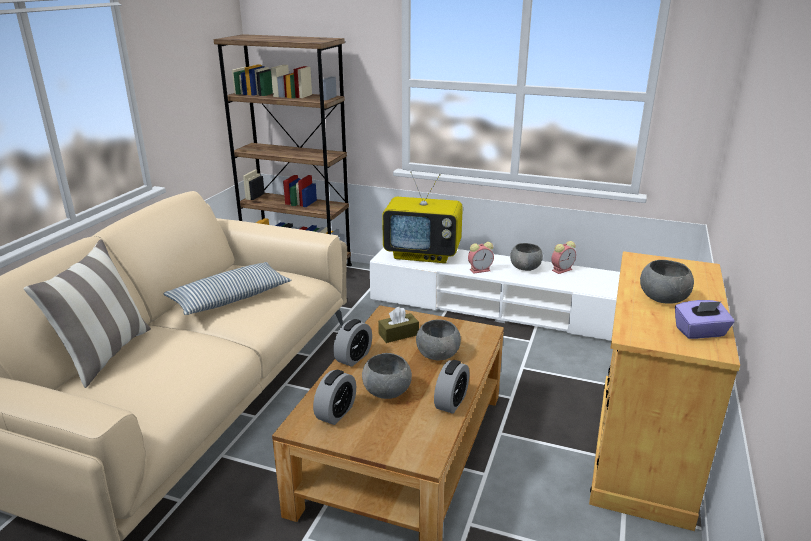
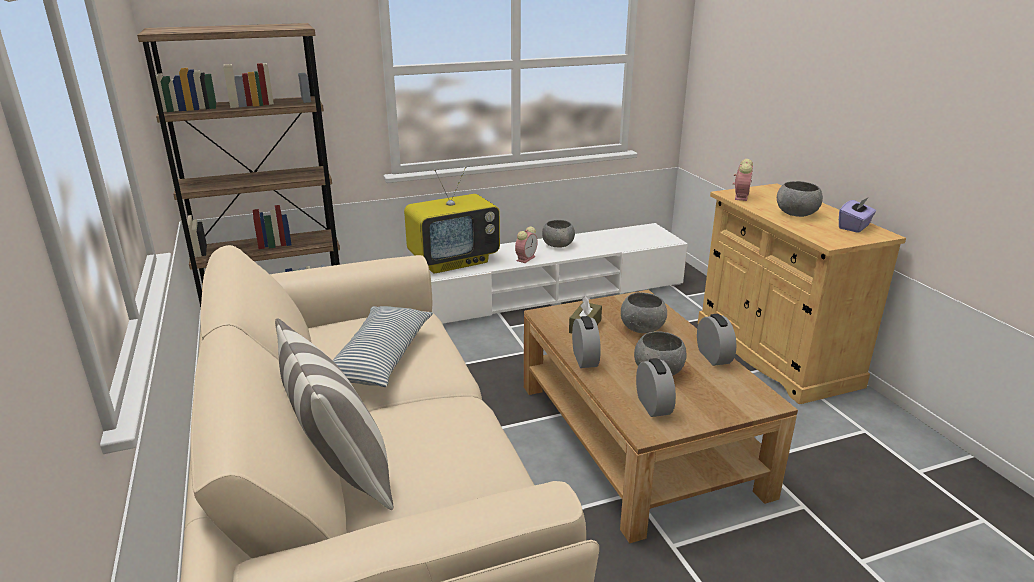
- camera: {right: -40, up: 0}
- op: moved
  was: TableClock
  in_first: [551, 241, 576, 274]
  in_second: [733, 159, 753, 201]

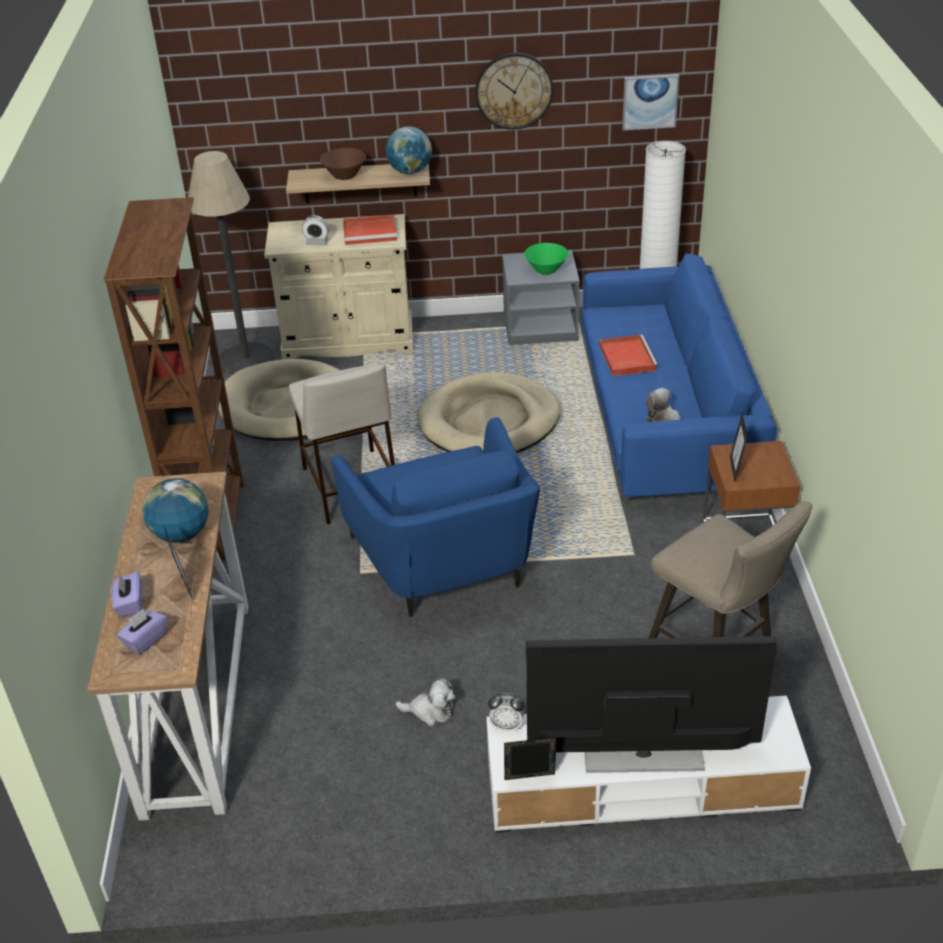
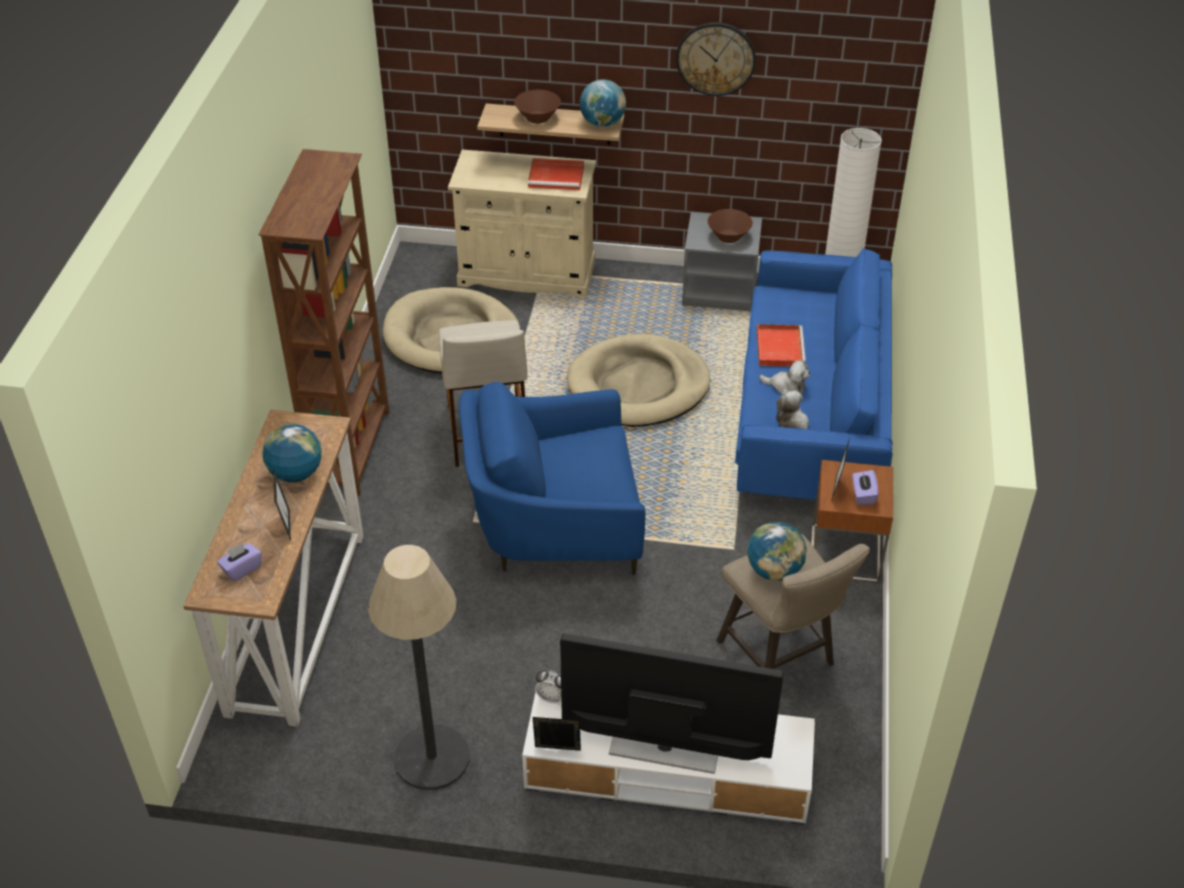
- camera: {right: 10, up: 5}
- op: moved
  was: PurplishTissueBox
  in_first: [112, 571, 142, 617]
  in_second: [852, 470, 879, 505]
- op: moved
  was: StandardLamp
  in_first: [188, 151, 274, 375]
  in_second: [368, 545, 470, 790]
- op: removed
  was: TableClock
  in_first: [302, 215, 329, 245]
- op: turned
  was: BluishEasyChair
  in_first: [331, 417, 540, 617]
  in_second: [459, 382, 646, 575]
  clockwise: 90
- op: moved
  was: PlushToy
  in_first: [395, 678, 455, 726]
  in_second: [759, 360, 810, 394]
- op: recoloured
  was: GreenColouredBowl
  now: BrownColouredBowl
  in_first: [524, 243, 569, 275]
  in_second: [707, 209, 753, 243]
- op: removed
  was: WallPicture
  in_first: [622, 74, 679, 131]
- op: added
  now: DeskGlobe
  in_second: [747, 522, 807, 581]

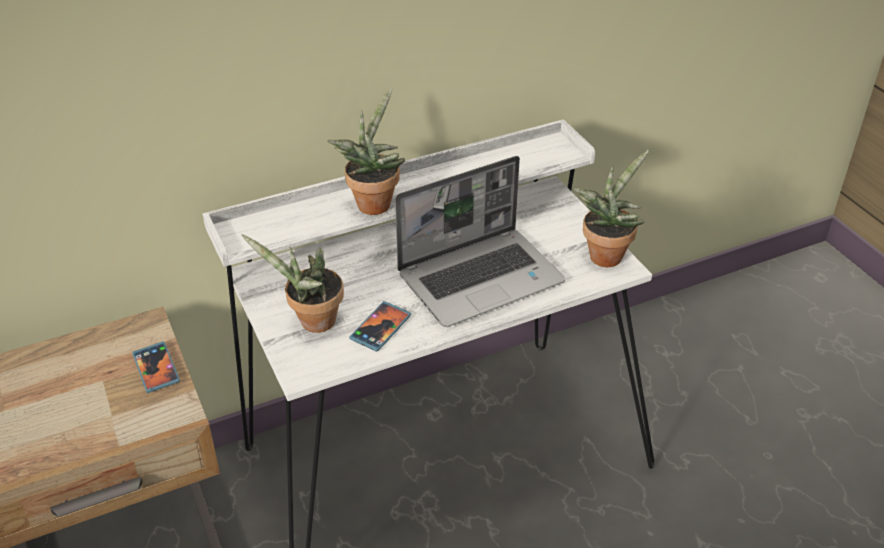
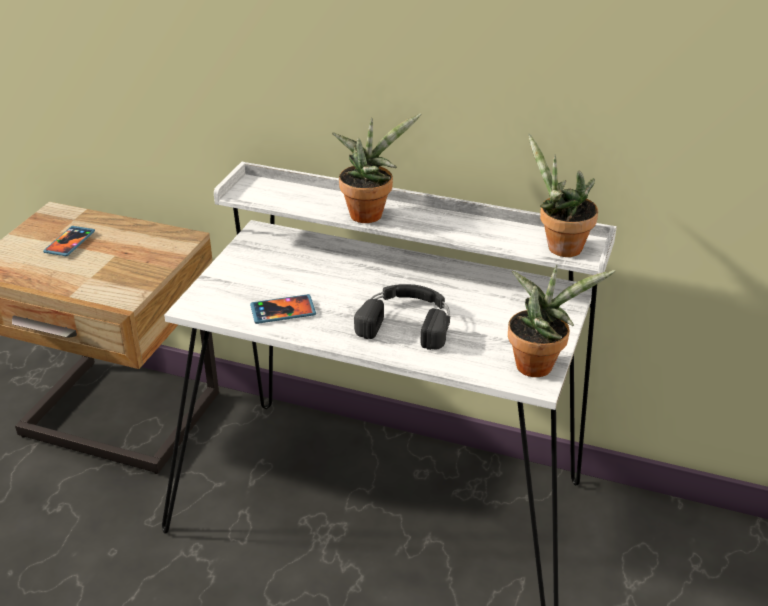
- camera: {right: 45, up: -5}
- op: moved
  was: Phone
  in_first: [132, 341, 180, 393]
  in_second: [43, 226, 95, 256]
- op: moved
  was: PlantInAPot
  in_first: [242, 234, 344, 333]
  in_second: [528, 133, 598, 257]
- op: replaced
  was: Laptop
  now: BlackPairOfHeadphones
  in_first: [395, 156, 565, 327]
  in_second: [354, 284, 450, 350]

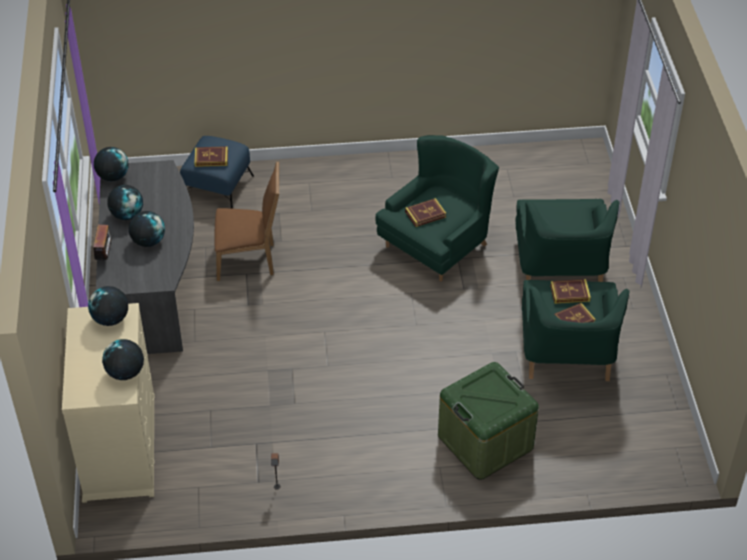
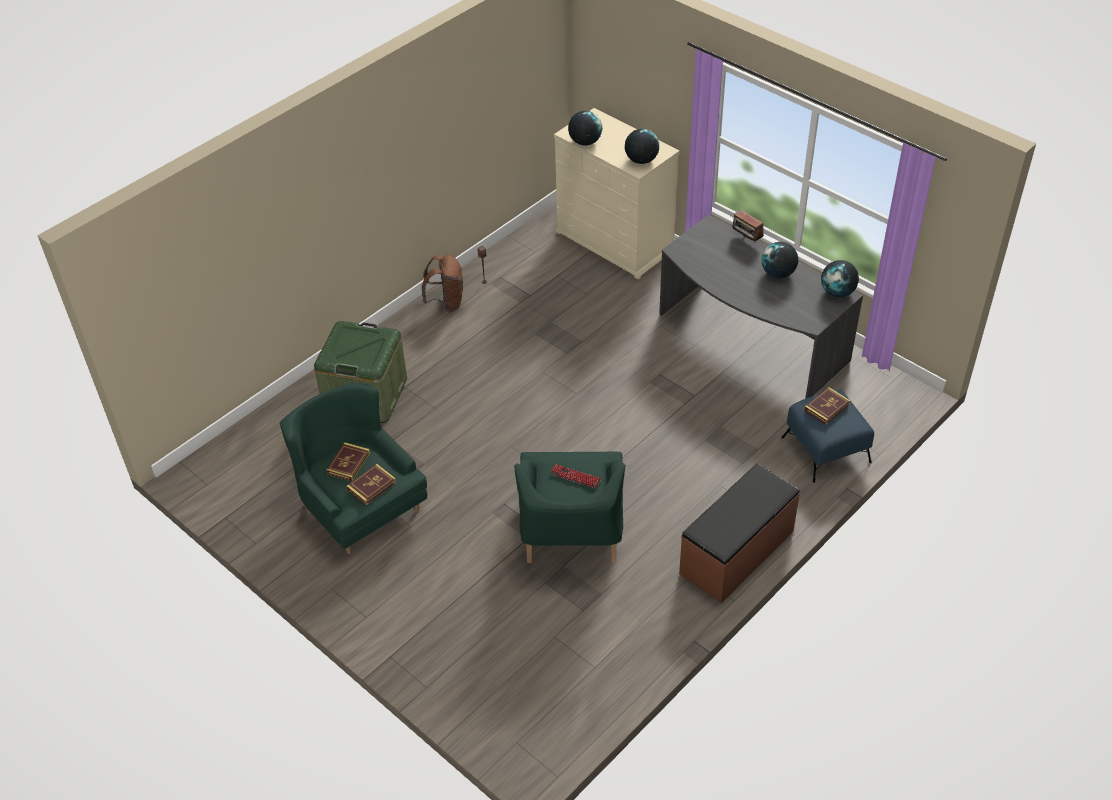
- camera: {right: 140, up: 0}
- op: removed
  was: DeskGlobe
  in_first: [129, 211, 165, 247]
- op: removed
  was: BrownColouredPlainChair
  in_first: [214, 161, 279, 281]
- op: replaced
  was: BoundBook
  now: ComputerKeyboard
  in_first: [405, 198, 446, 227]
  in_second: [549, 464, 601, 489]
- op: removed
  was: GreenColouredEasyChair
  in_first: [516, 199, 620, 282]
- op: added
  now: BrownColouredRucksack
  in_second: [422, 254, 463, 313]
- op: added
  now: BrownColouredLongSeat
  in_second: [679, 464, 800, 603]

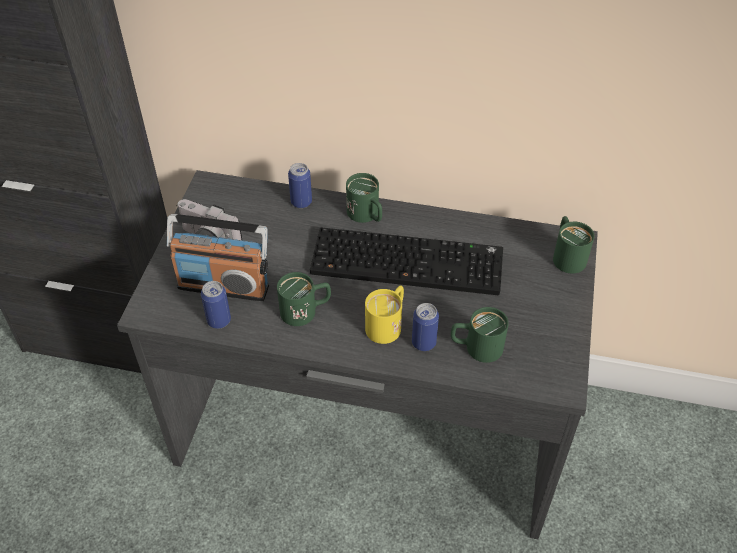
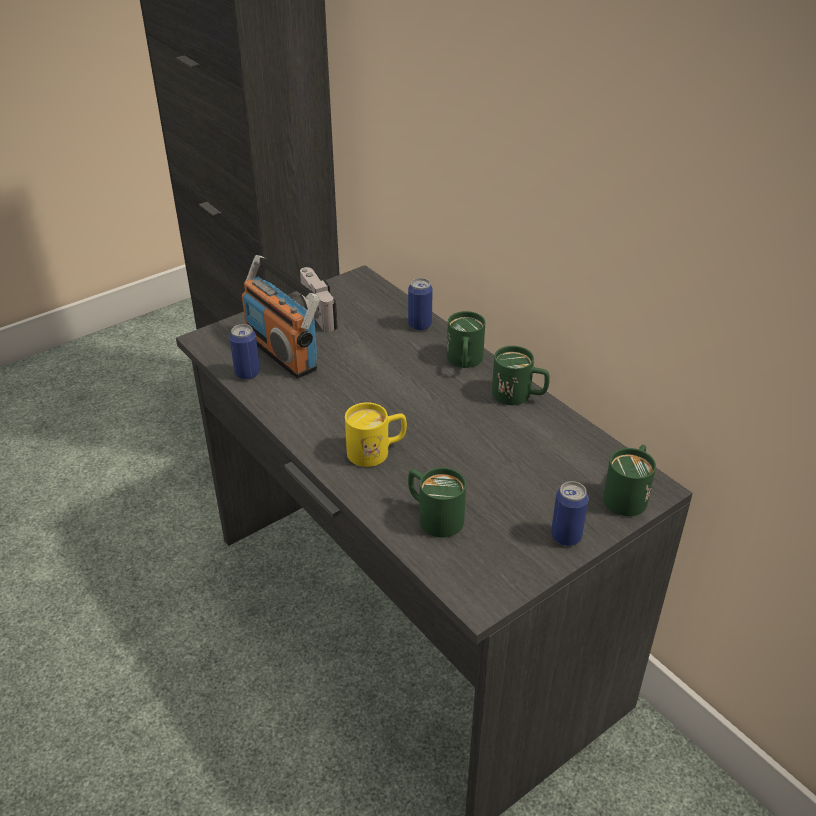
- camera: {right: 40, up: -10}
- op: moved
  was: GreenColouredTeaMug
  in_first: [277, 272, 331, 326]
  in_second: [492, 346, 550, 405]
- op: removed
  was: ComputerKeyboard
  in_first: [310, 227, 503, 295]
- op: moved
  was: MetalCan
  in_first: [412, 303, 439, 351]
  in_second: [551, 481, 589, 546]

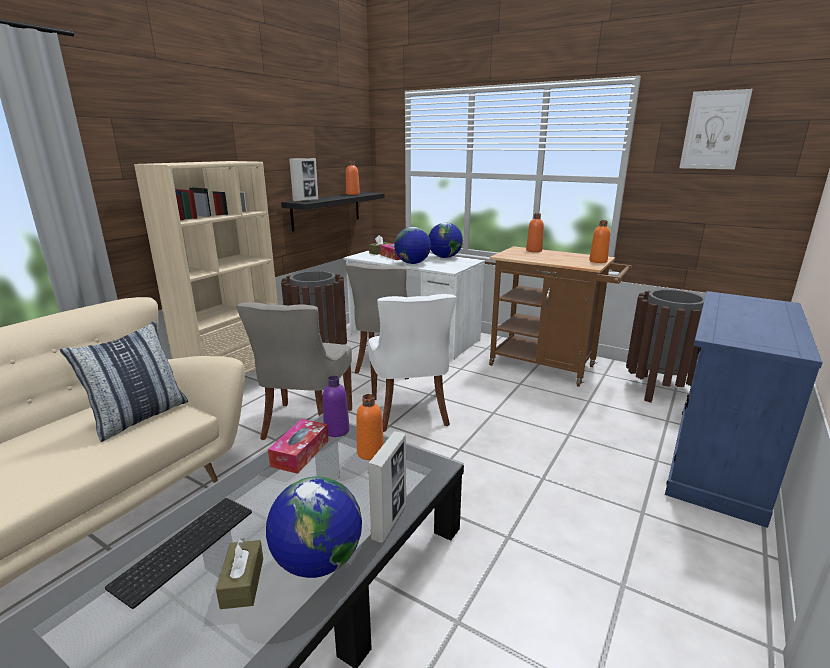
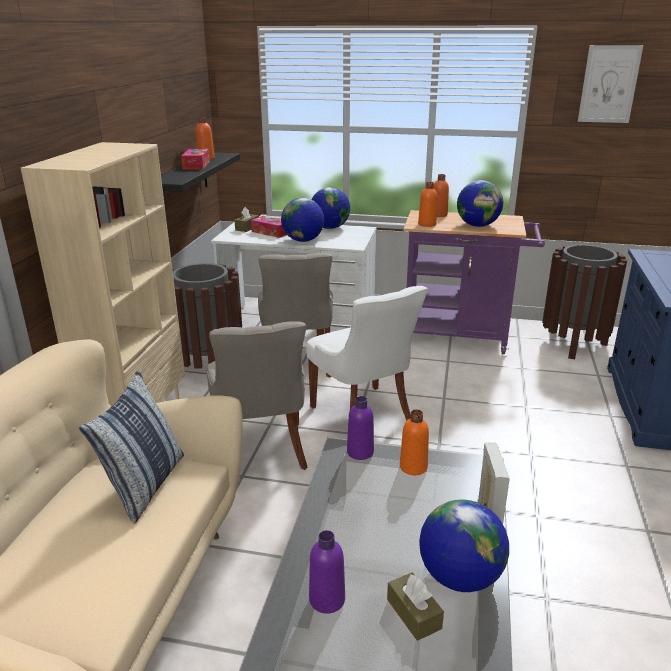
- camera: {right: -20, up: 5}
- op: replaced
  was: ComputerKeyboard
  now: PurplishBottle
  in_first: [105, 498, 252, 609]
  in_second: [309, 530, 345, 614]
- op: moved
  was: TissueBox
  in_first: [268, 419, 329, 474]
  in_second: [181, 149, 210, 169]
- op: removed
  was: PictureFrame
  in_first: [289, 158, 318, 202]
- op: recoloured
  was: BrownColouredTrolley
  now: PurplishTrolley
  in_first: [489, 246, 632, 387]
  in_second: [403, 210, 545, 354]
- op: moved
  was: OrangeColouredBottle
  in_first: [589, 220, 610, 263]
  in_second: [418, 182, 437, 227]
- op: added
  now: DeskGlobe
  in_second: [457, 180, 503, 227]

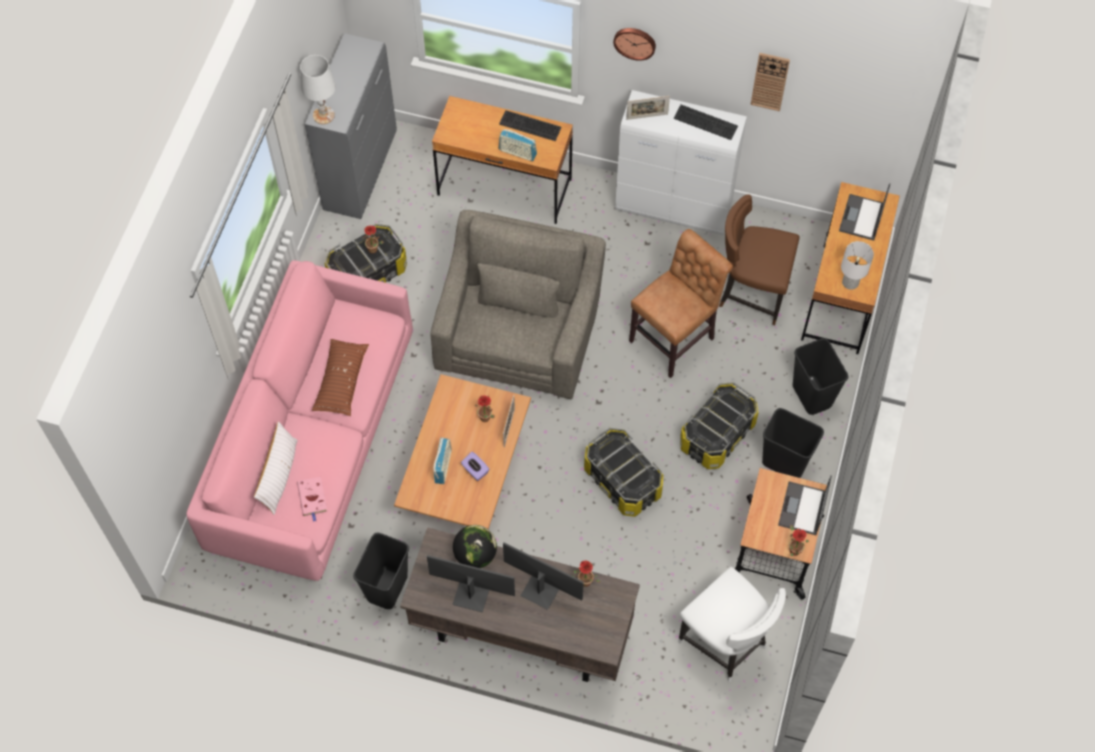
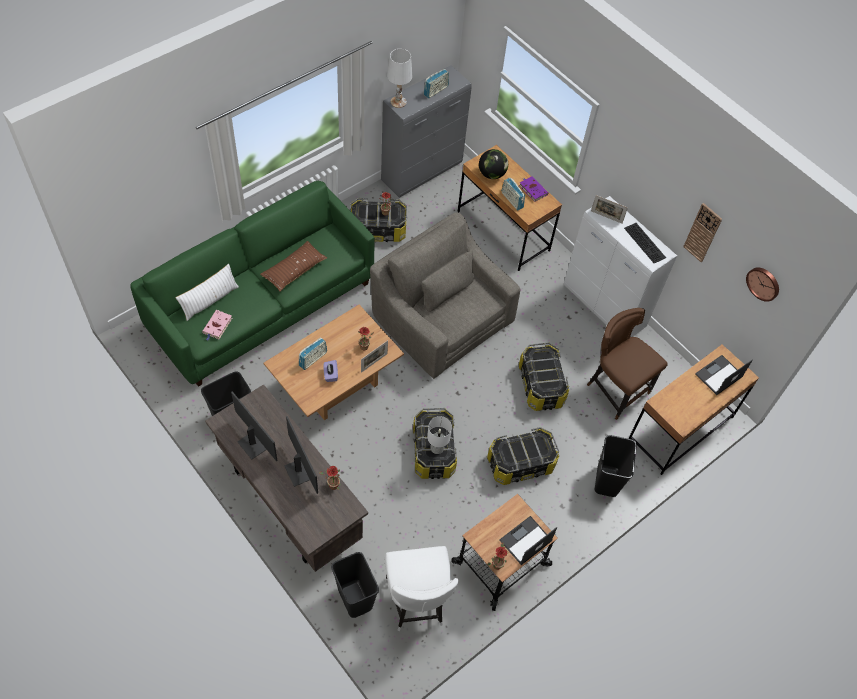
- camera: {right: 30, up: -5}
- op: recoloured
  was: PinkishSettee
  now: GreenColouredSettee
  in_first: [187, 260, 413, 581]
  in_second: [130, 181, 374, 387]
- op: turned
  was: GreyEasyChair
  in_first: [430, 210, 606, 399]
  in_second: [370, 212, 520, 379]
  clockwise: -90
- op: moved
  was: DeskGlobe
  in_first: [453, 525, 497, 568]
  in_second: [479, 149, 508, 179]
- op: replaced
  was: ComputerKeyboard
  now: PurplishBoundBook
  in_first: [499, 110, 562, 141]
  in_second: [519, 176, 548, 202]
- op: moved
  was: ClockOnTheWall
  in_first: [613, 28, 656, 61]
  in_second: [746, 267, 779, 302]
- op: replaced
  was: BrownColouredPlainChair
  now: StorageBox
  in_first: [629, 229, 733, 378]
  in_second: [519, 343, 569, 411]
- op: moved
  was: BlackRubbishBin
  in_first: [762, 408, 824, 478]
  in_second: [331, 552, 379, 618]
- op: moved
  was: WhitishLampForATable
  in_first: [841, 241, 874, 290]
  in_second: [427, 416, 452, 454]
- op: added
  now: RadioReceiver
  in_second: [423, 69, 449, 98]

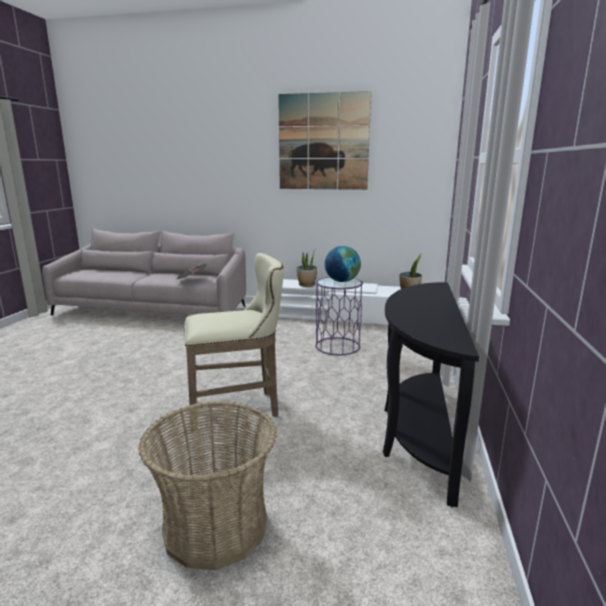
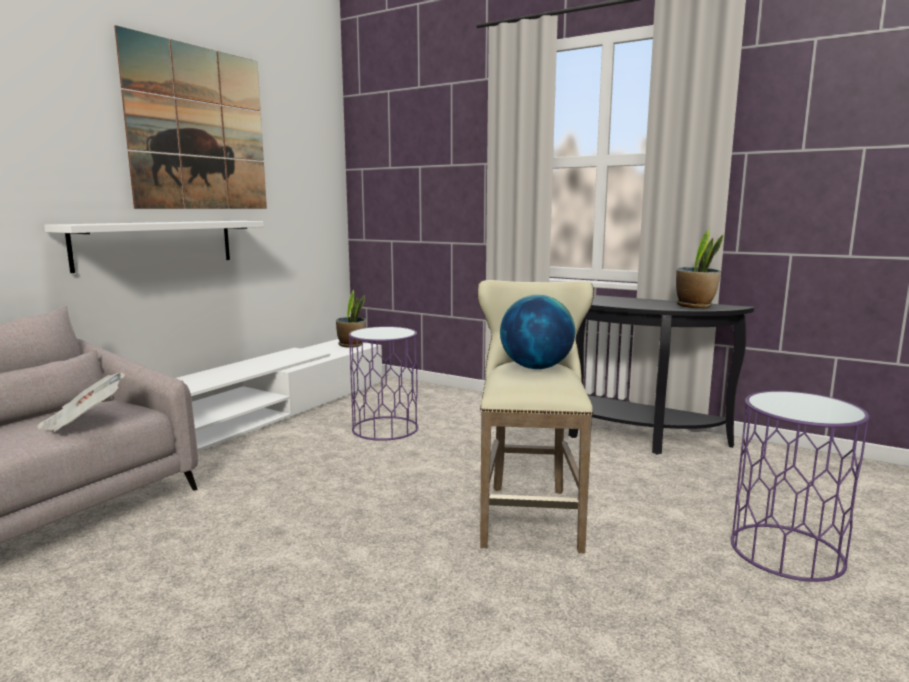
- camera: {right: -70, up: -5}
- op: replaced
  was: HouseholdBasket
  now: PurplishEndTable
  in_first: [138, 401, 276, 570]
  in_second: [731, 391, 870, 582]
- op: moved
  was: PlantInAPot
  in_first: [297, 248, 317, 287]
  in_second: [676, 229, 723, 308]
- op: moved
  was: DeskGlobe
  in_first: [325, 246, 361, 282]
  in_second: [500, 295, 575, 369]
- op: added
  now: WhitishWallShelf
  in_second: [44, 221, 264, 273]

